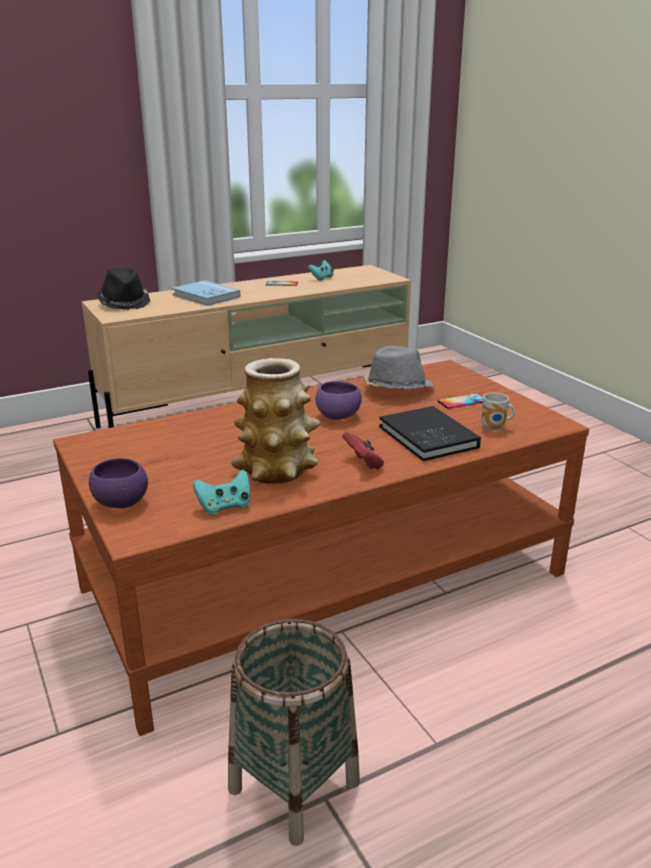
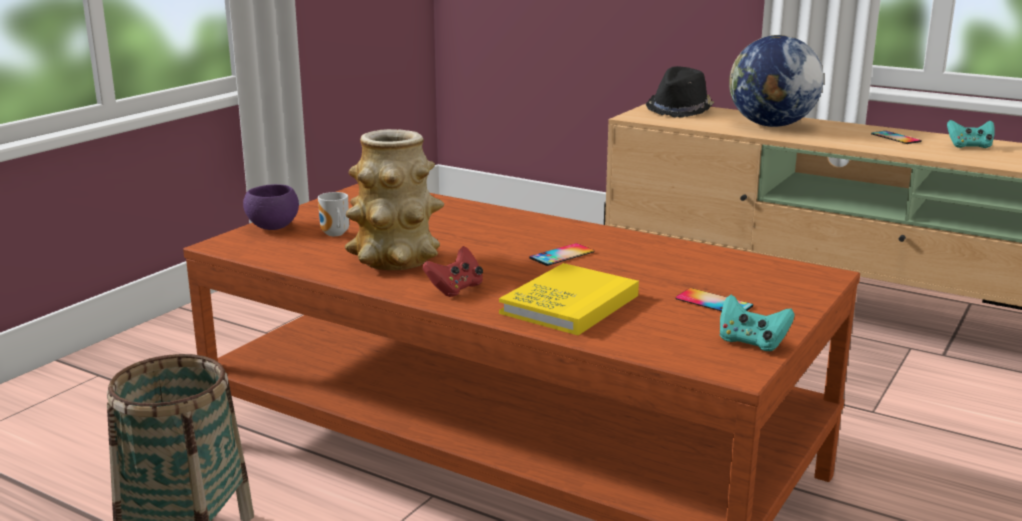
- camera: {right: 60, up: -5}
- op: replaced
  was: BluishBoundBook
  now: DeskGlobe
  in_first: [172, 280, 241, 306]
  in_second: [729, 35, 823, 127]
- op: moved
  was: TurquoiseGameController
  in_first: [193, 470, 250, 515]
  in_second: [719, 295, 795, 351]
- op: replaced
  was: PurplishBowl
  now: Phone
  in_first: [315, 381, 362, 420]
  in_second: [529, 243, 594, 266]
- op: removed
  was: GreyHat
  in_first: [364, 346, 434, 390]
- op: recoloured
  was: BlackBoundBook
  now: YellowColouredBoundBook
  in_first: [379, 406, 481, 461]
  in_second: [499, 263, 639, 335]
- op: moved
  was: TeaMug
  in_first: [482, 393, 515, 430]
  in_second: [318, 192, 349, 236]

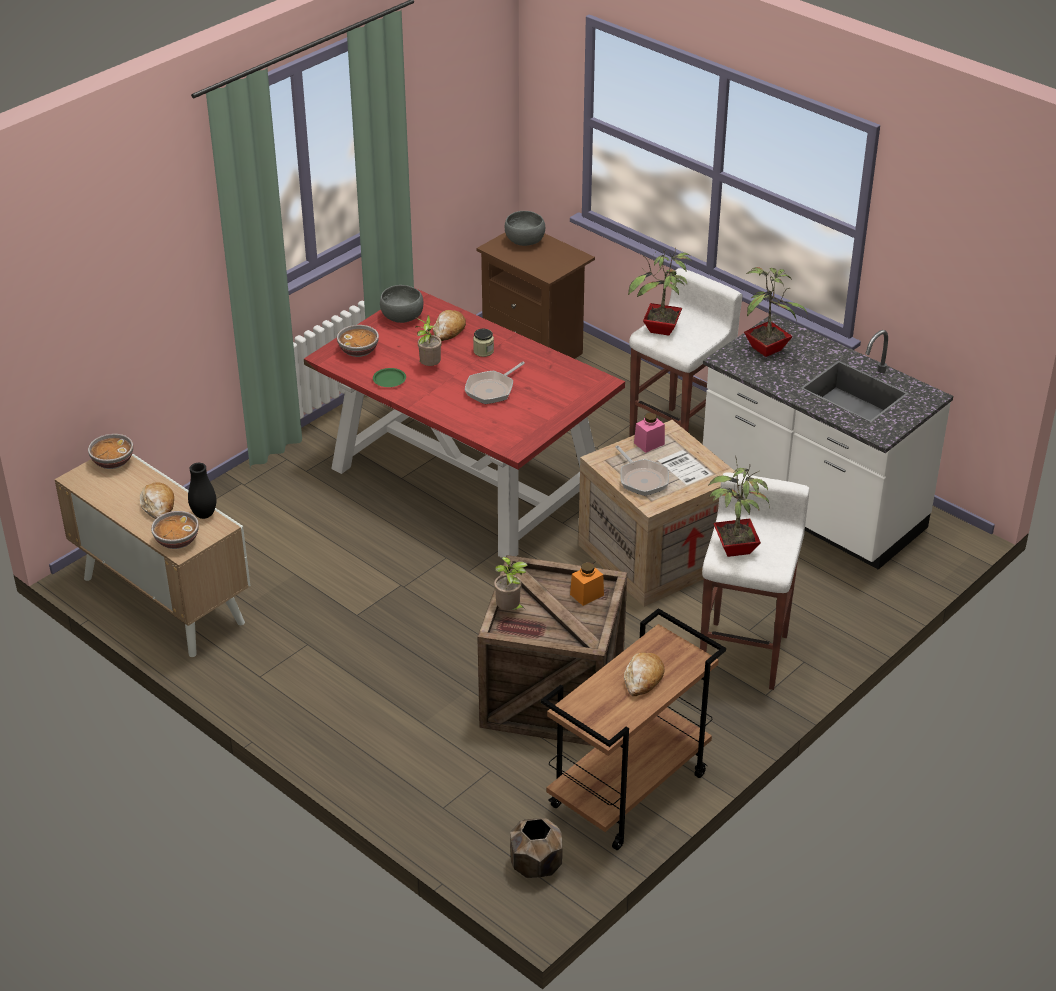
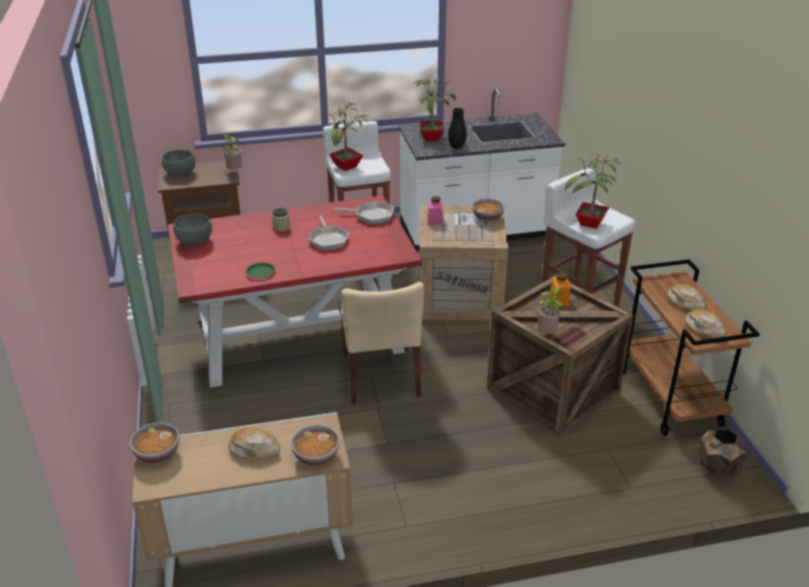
- camera: {right: -55, up: -5}
- op: moved
  was: BlackDecorativeVase
  in_first: [188, 463, 216, 519]
  in_second: [448, 108, 467, 149]
- op: moved
  was: Bowl
  in_first: [337, 325, 379, 357]
  in_second: [472, 199, 505, 222]
- op: moved
  was: PlantInAPot
  in_first: [415, 315, 442, 366]
  in_second: [218, 134, 242, 173]
- op: moved
  was: BakedBread
  in_first: [433, 310, 466, 341]
  in_second: [685, 309, 727, 338]
- op: moved
  was: Pan
  in_first: [616, 445, 669, 496]
  in_second: [333, 201, 394, 224]
- op: added
  now: BeigePlainChair
  in_second: [338, 282, 424, 404]

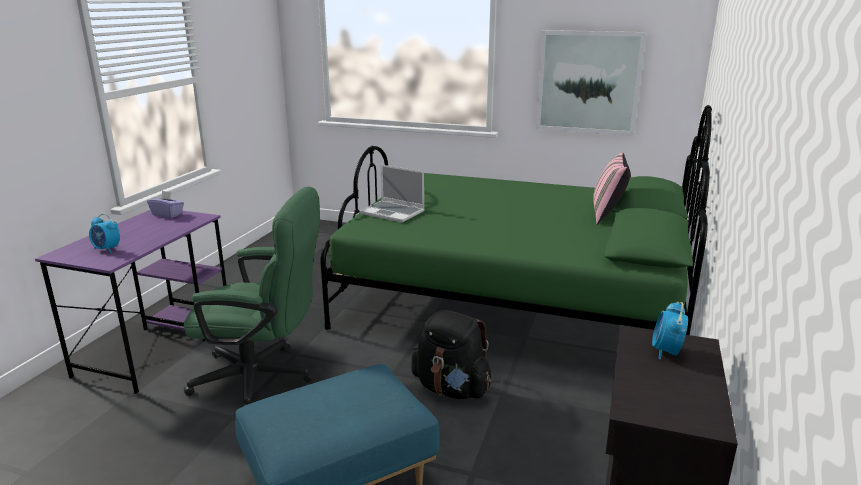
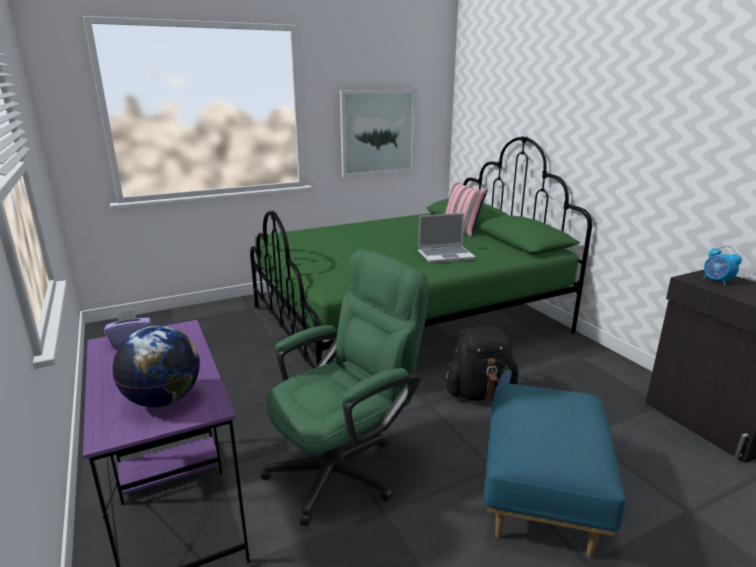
- camera: {right: -45, up: 0}
- op: replaced
  was: TableClock
  now: DeskGlobe
  in_first: [89, 213, 120, 253]
  in_second: [112, 326, 200, 407]
- op: moved
  was: Laptop
  in_first: [359, 164, 424, 223]
  in_second: [418, 213, 476, 263]

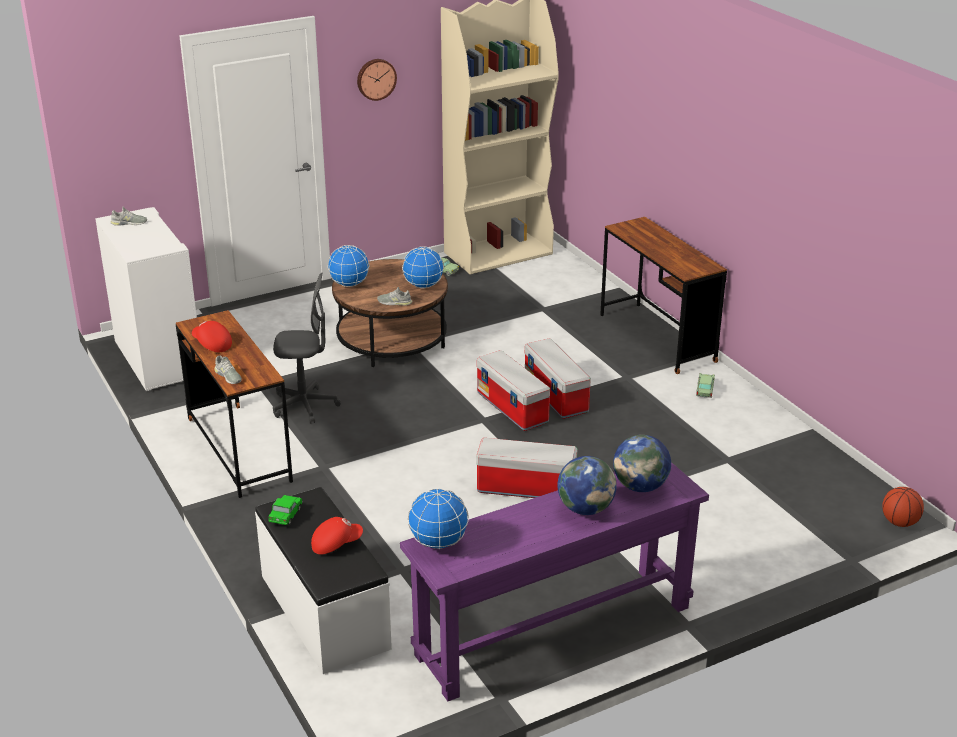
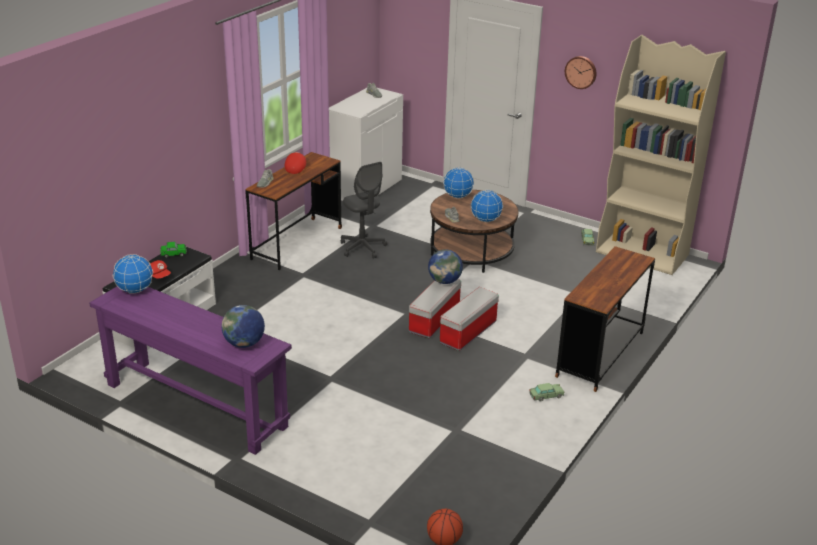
- camera: {right: 60, up: 0}
- op: removed
  was: StorageBox
  in_first: [476, 438, 578, 498]
- op: moved
  was: DeskGlobe
  in_first: [557, 456, 617, 515]
  in_second: [428, 249, 463, 284]

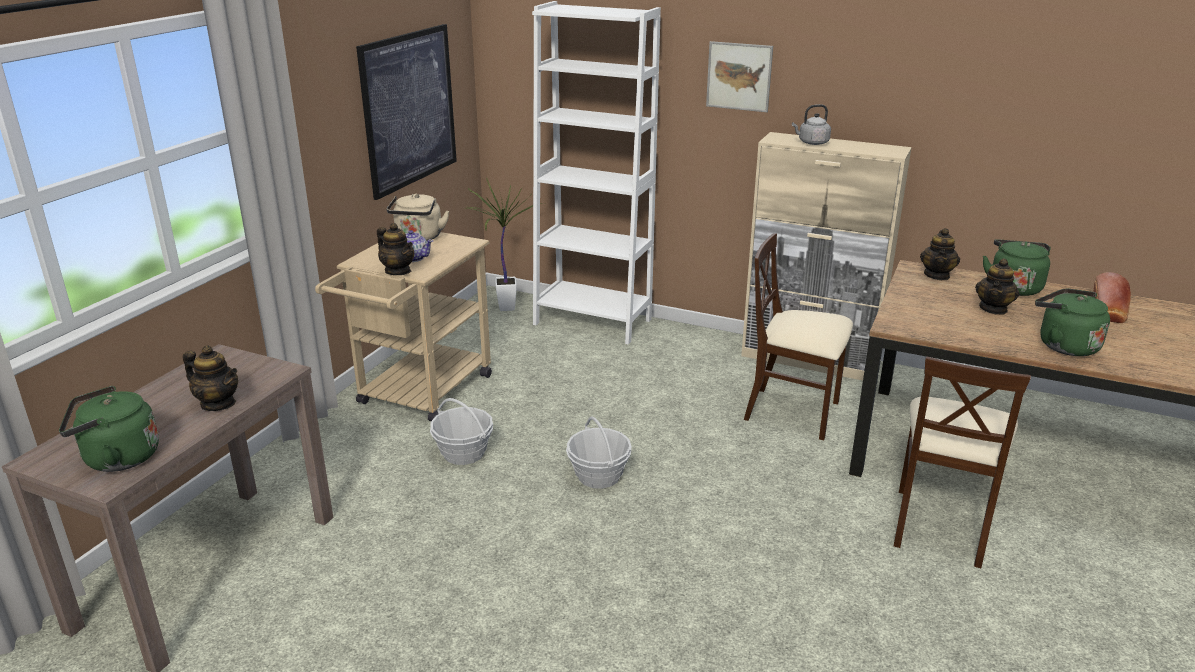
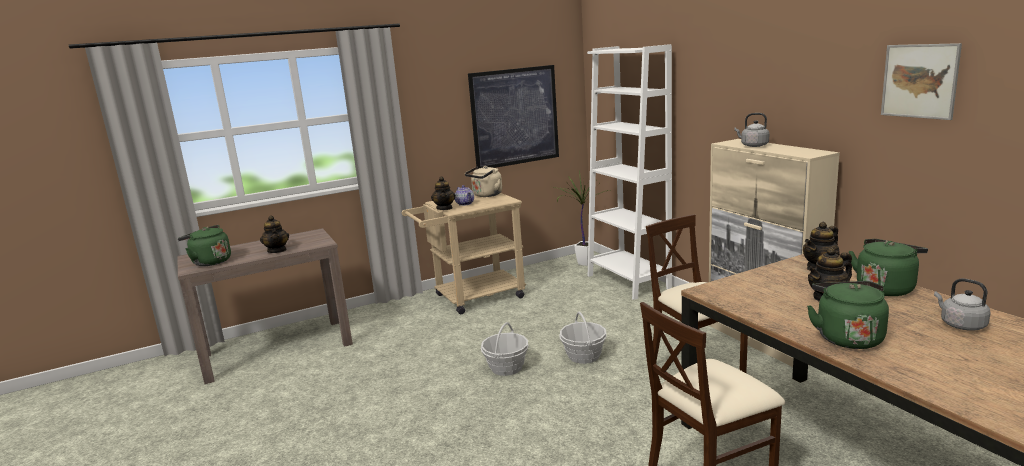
- camera: {right: 40, up: -10}
- op: moved
  was: HouseholdBasket
  in_first: [430, 398, 493, 465]
  in_second: [559, 312, 607, 364]
- op: moved
  was: WallPicture
  in_first: [706, 41, 773, 112]
  in_second: [881, 43, 962, 120]
- op: replaced
  was: BakedBread
  now: GreyTeaKettle
  in_first: [1094, 272, 1131, 323]
  in_second: [934, 278, 991, 331]

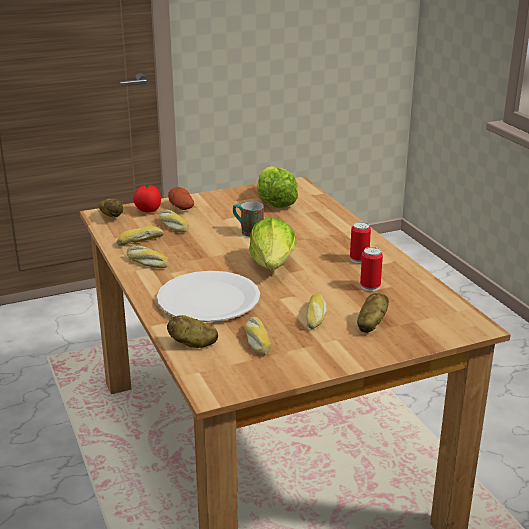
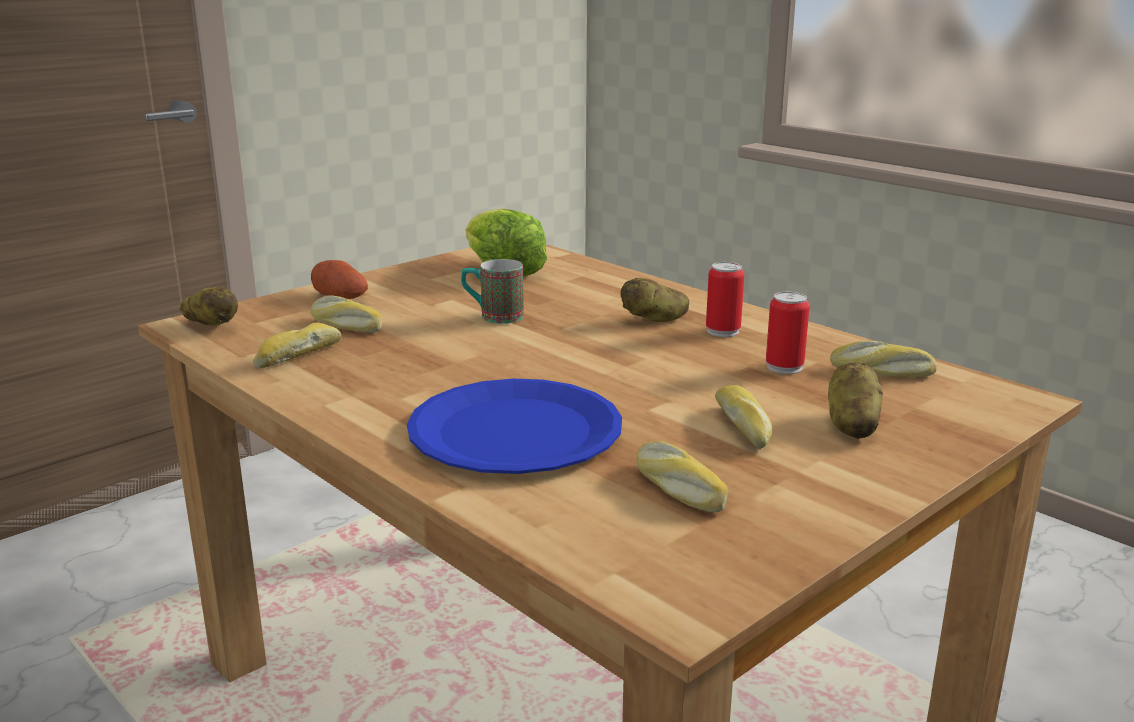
- camera: {right: -20, up: -5}
- op: moved
  was: BakedBread
  in_first: [126, 246, 168, 268]
  in_second: [830, 340, 937, 377]
- op: removed
  was: WholeTomato
  in_first: [133, 184, 161, 213]
- op: recoloured
  was: WhitishDinnerPlate
  now: BluishDinnerPlate
  in_first: [157, 271, 260, 322]
  in_second: [407, 379, 622, 474]
- op: moved
  was: Potato
  in_first: [167, 315, 218, 348]
  in_second: [620, 278, 689, 322]
- op: removed
  was: LettuceHead
  in_first: [249, 217, 296, 270]

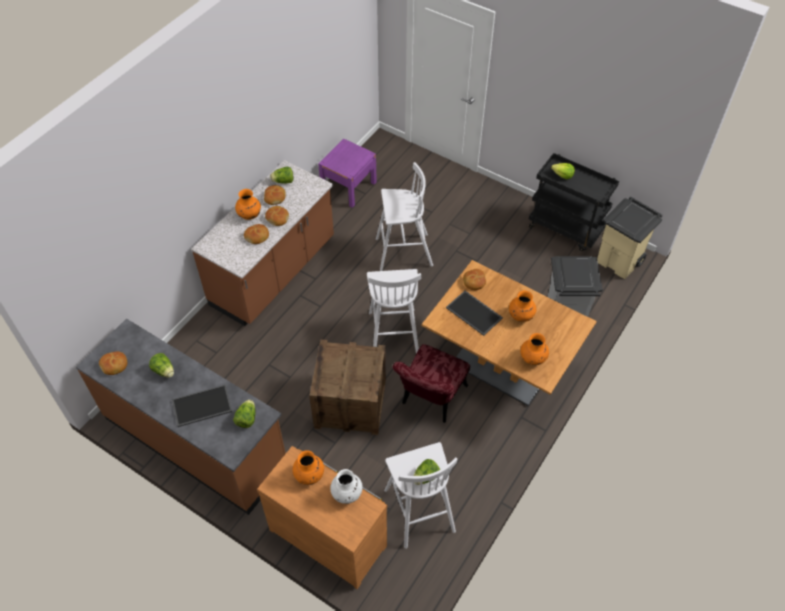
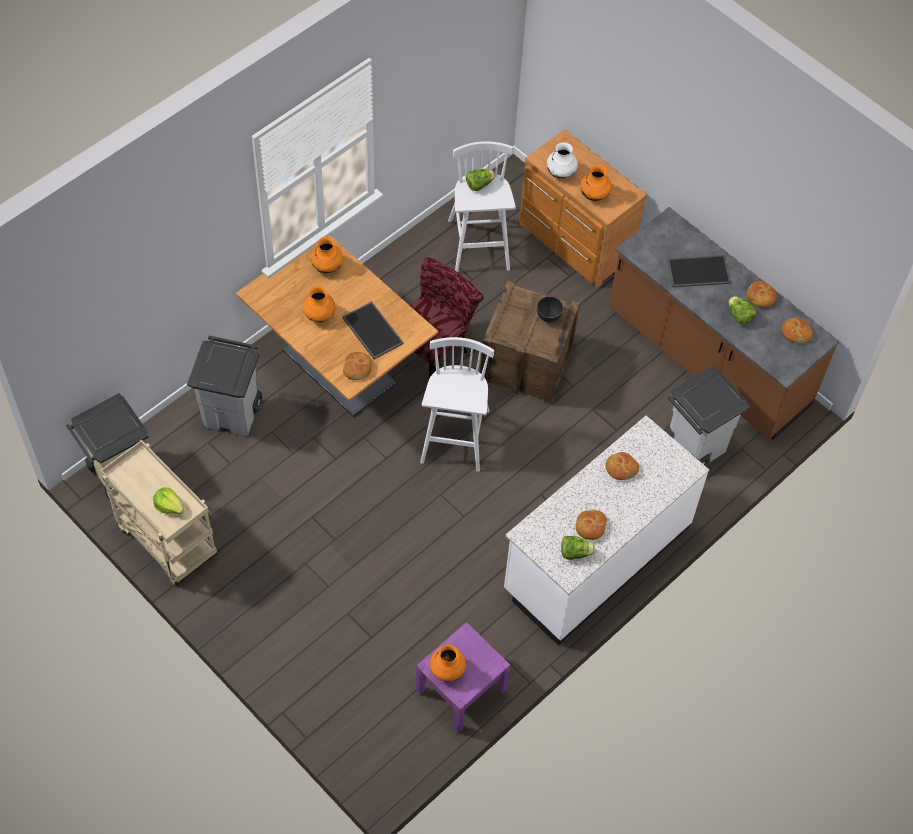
- camera: {right: -170, up: 5}
- op: recoloured
  was: BrownColouredKitchenCounter
  now: WhitishKitchenCounter
  in_first: [191, 160, 334, 326]
  in_second: [504, 416, 709, 645]
- op: removed
  was: LettuceHead
  in_first: [233, 400, 256, 428]
- op: moved
  was: OrangeColouredDecorativeVase
  in_first: [235, 189, 261, 220]
  in_second: [430, 644, 466, 682]
- op: moved
  was: BakedBread
  in_first: [265, 206, 289, 226]
  in_second: [747, 281, 777, 308]
- op: removed
  was: WhitishStool
  in_first: [376, 162, 433, 271]
- op: recoloured
  was: BlackTrolley
  now: BeigeTrolley
  in_first: [529, 153, 619, 251]
  in_second: [100, 440, 218, 587]
- op: added
  now: BlackBowl
  in_second: [537, 296, 563, 322]
- op: added
  now: GreyRubbishBin
  in_second: [664, 366, 750, 466]

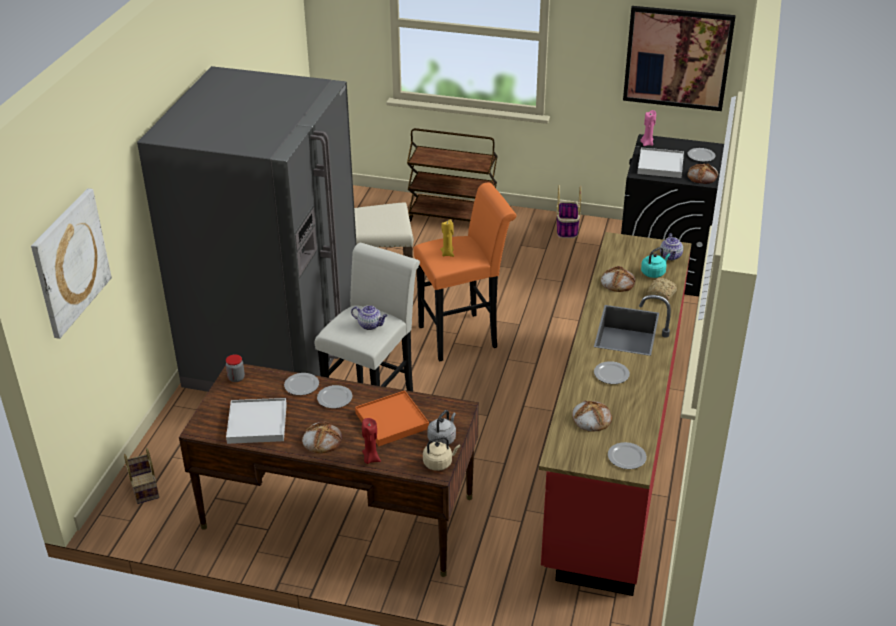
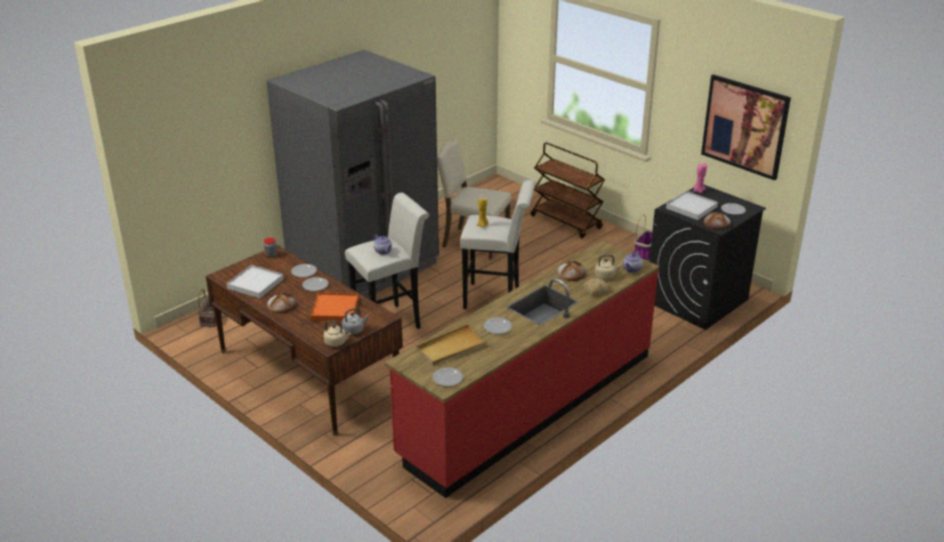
- camera: {right: 30, up: -5}
- op: removed
  was: WallPicture
  in_first: [31, 188, 112, 339]
- op: removed
  was: ReddishCandle
  in_first: [362, 418, 381, 464]
- op: recoloured
  was: OrangeColouredStool
  now: WhitishStool
  in_first: [413, 182, 517, 362]
  in_second: [460, 180, 535, 309]
- op: replaced
  was: BakedBread
  now: BeigeTray
  in_first: [572, 401, 612, 432]
  in_second: [416, 324, 488, 365]
- op: recoloured
  was: TurquoiseTeaKettle
  now: BeigeTeaKettle
  in_first: [641, 247, 670, 278]
  in_second: [595, 255, 622, 280]

